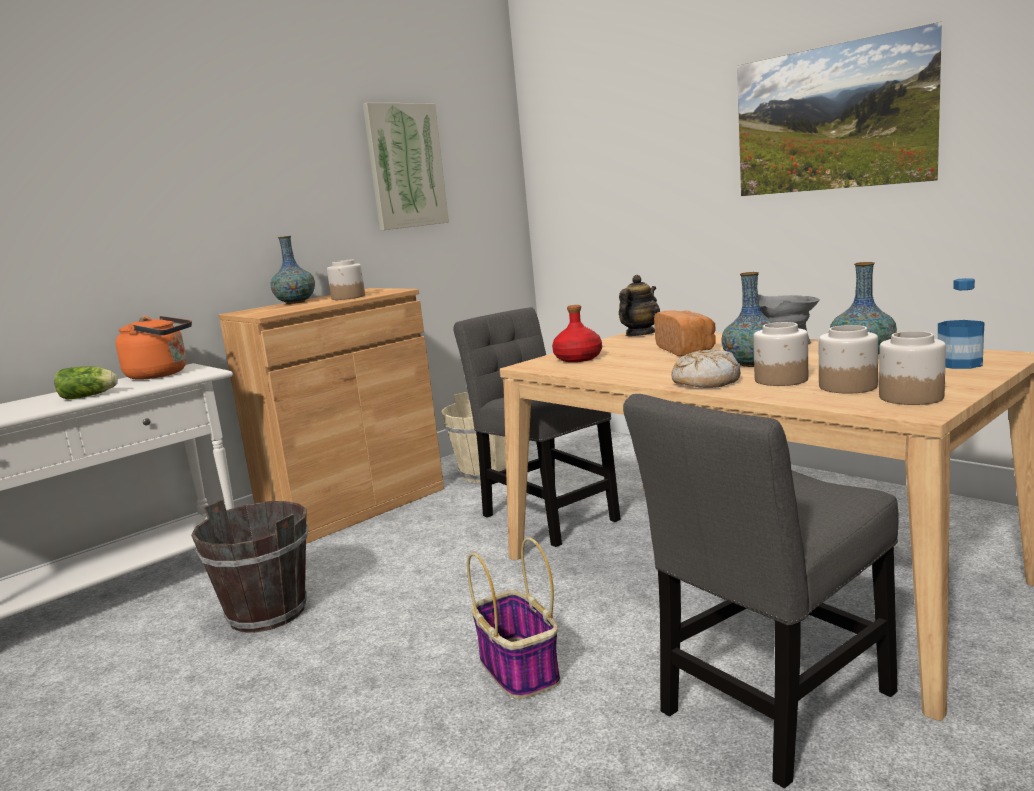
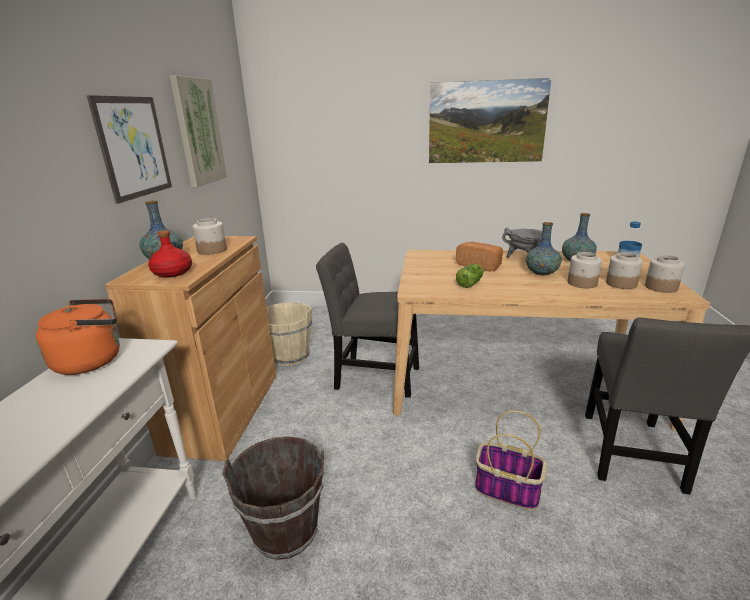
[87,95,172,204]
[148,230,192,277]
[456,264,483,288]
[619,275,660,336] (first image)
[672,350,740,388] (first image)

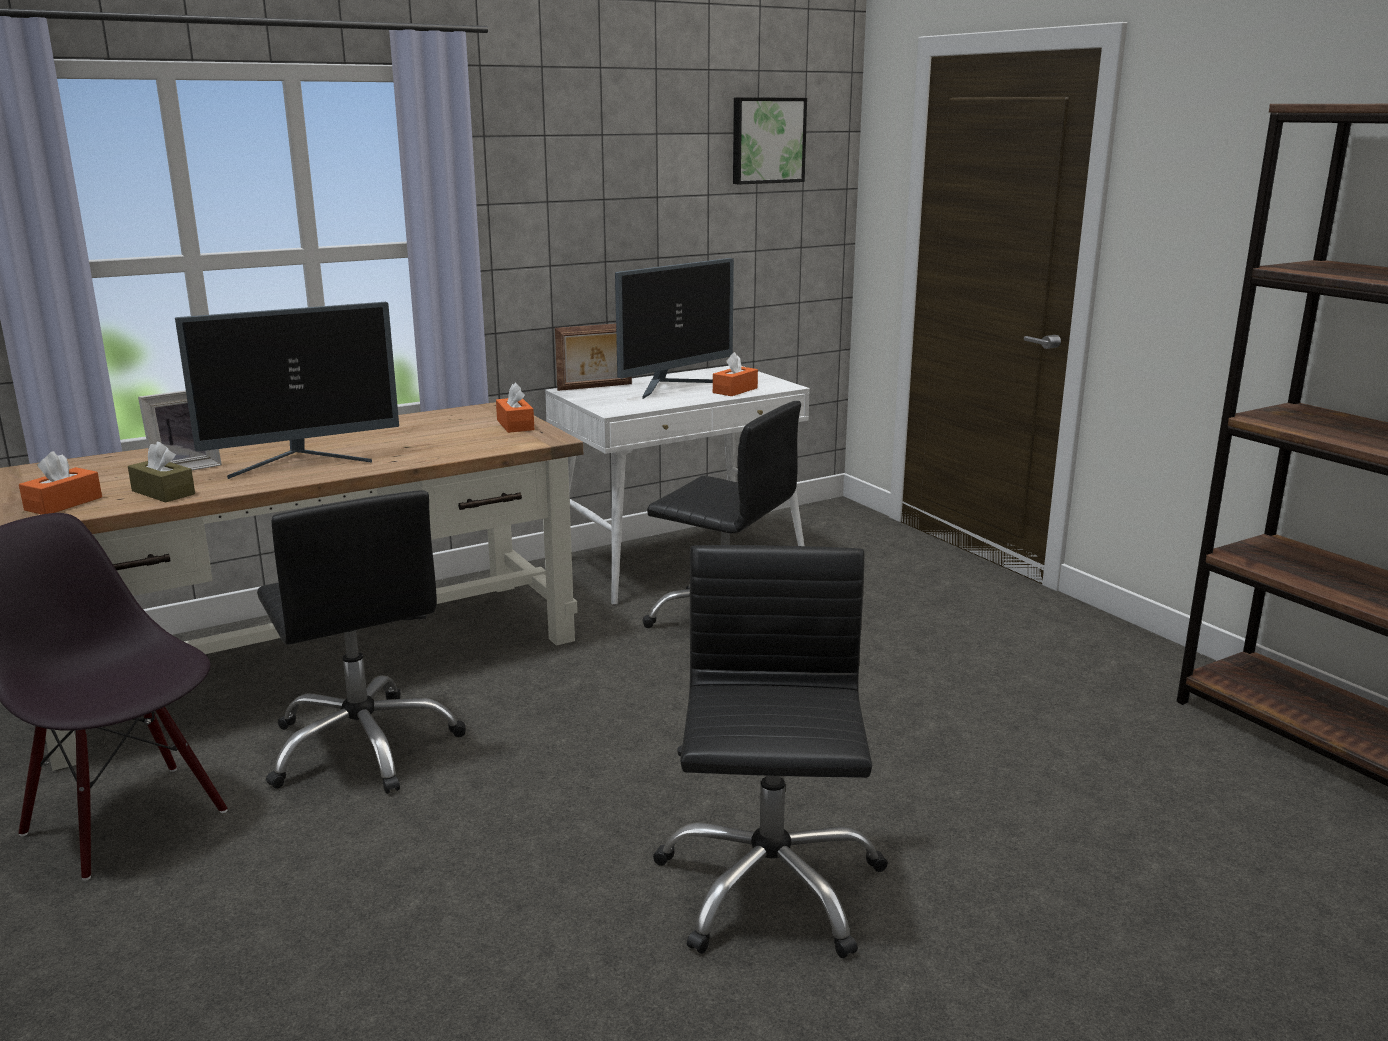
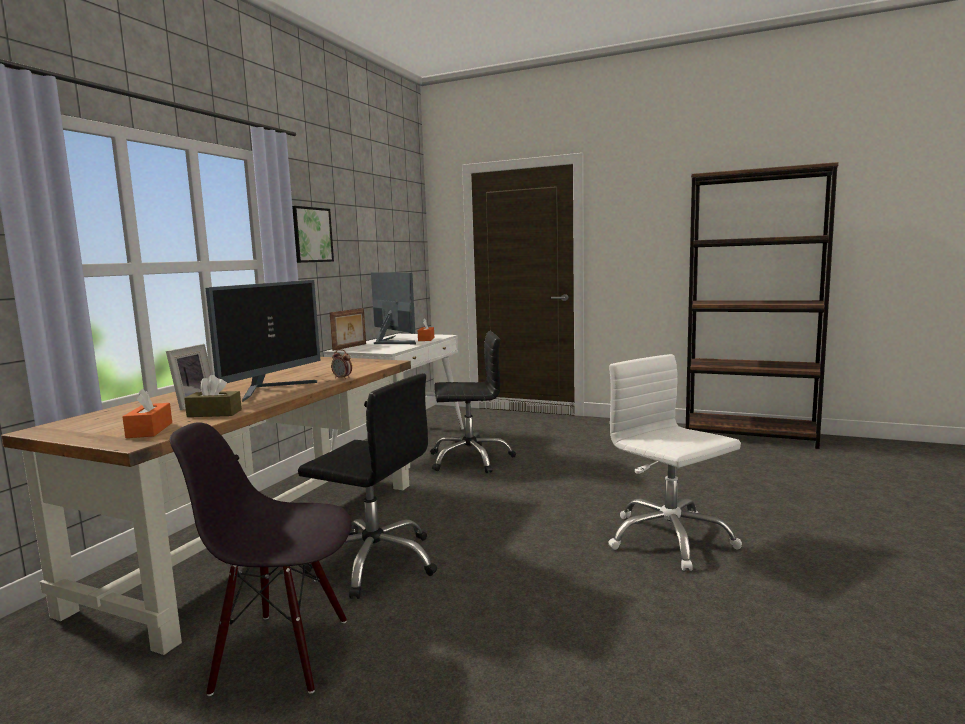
[292,206,334,263]
[331,349,352,379]
[371,272,416,344]
[608,354,742,571]
[496,383,534,433] (first image)

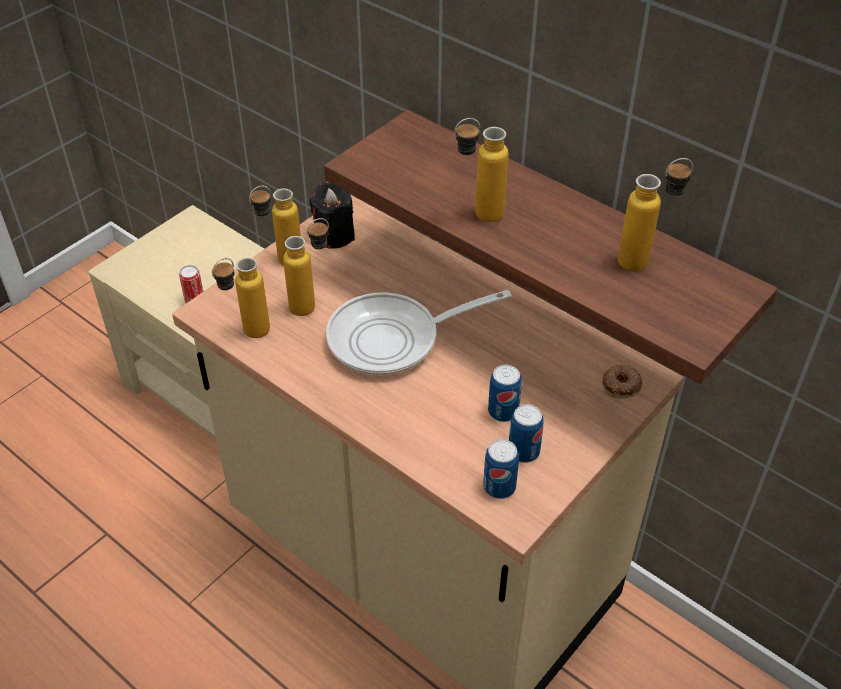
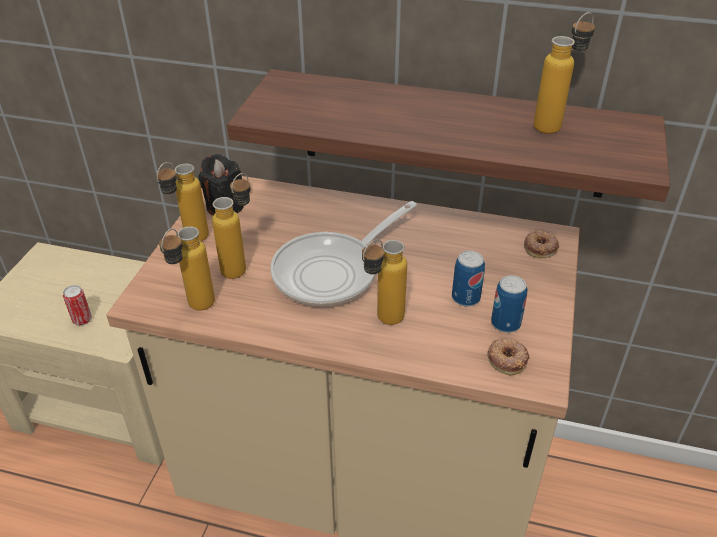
[362,239,407,325]
[487,338,530,375]

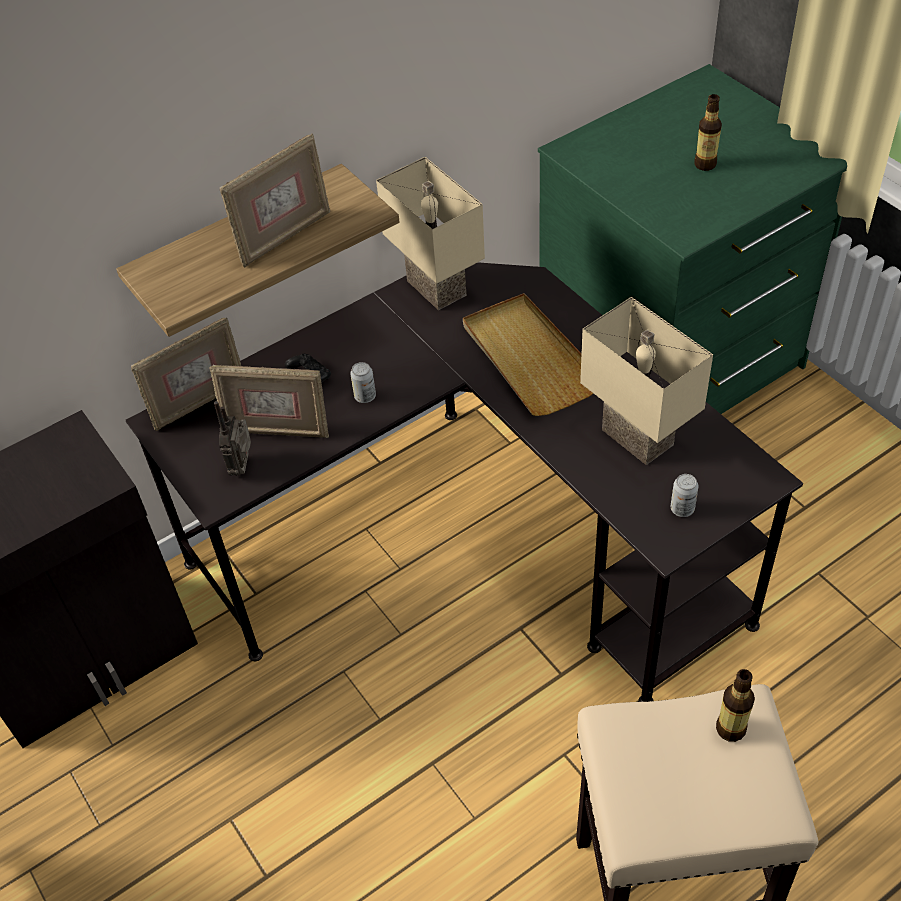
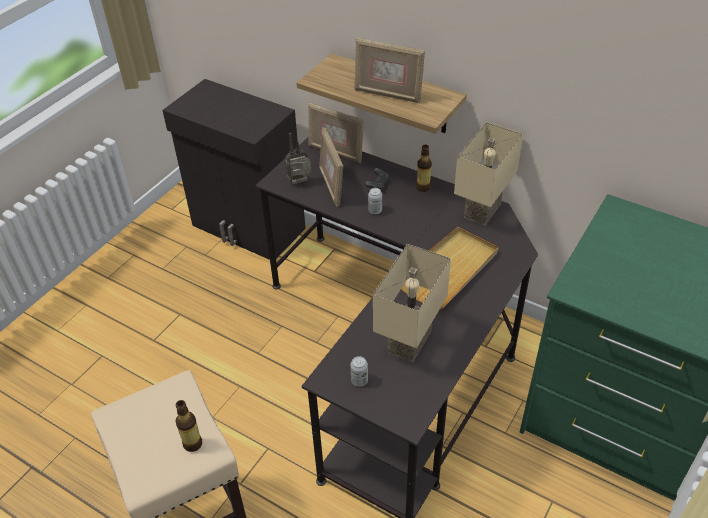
[416,145,432,192]

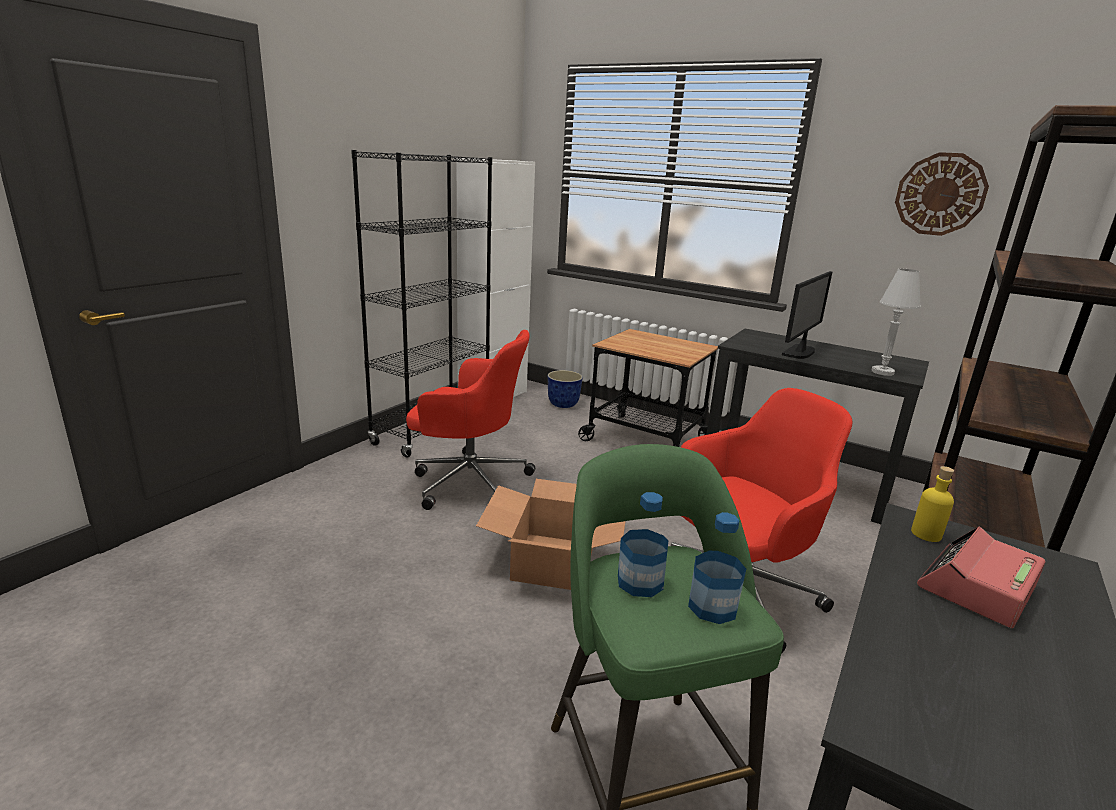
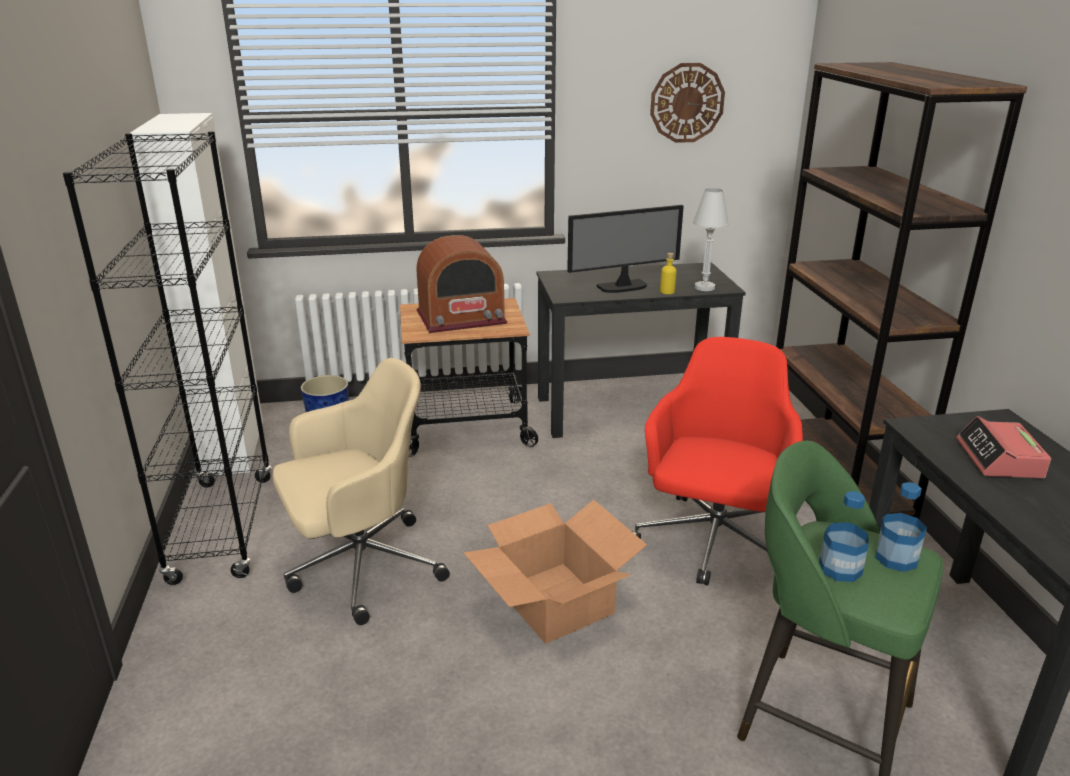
[272,358,450,625]
[416,235,507,333]
[567,205,684,293]
[660,253,677,294]

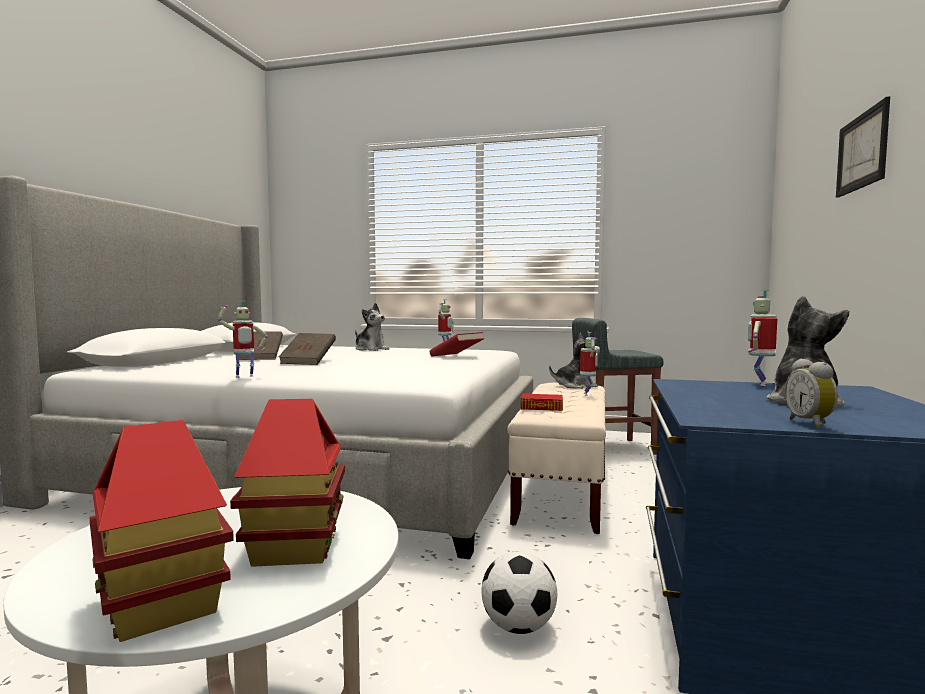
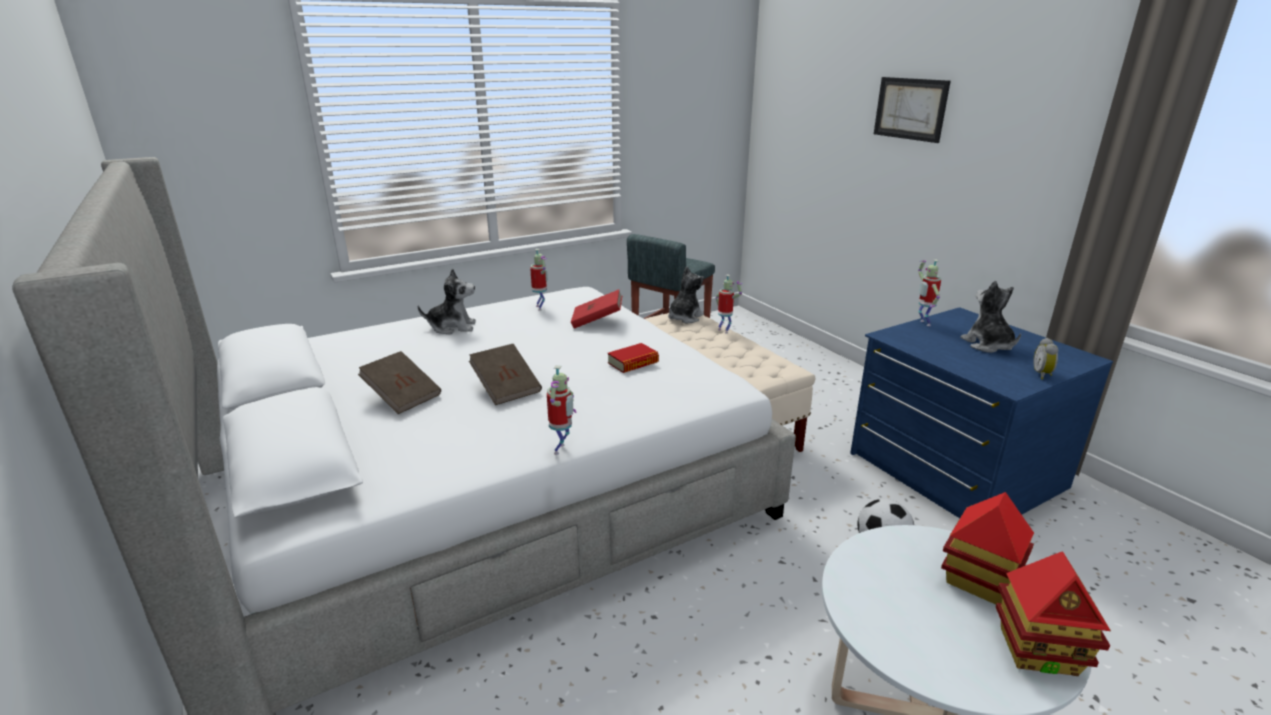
[608,343,659,373]
[1033,338,1058,379]

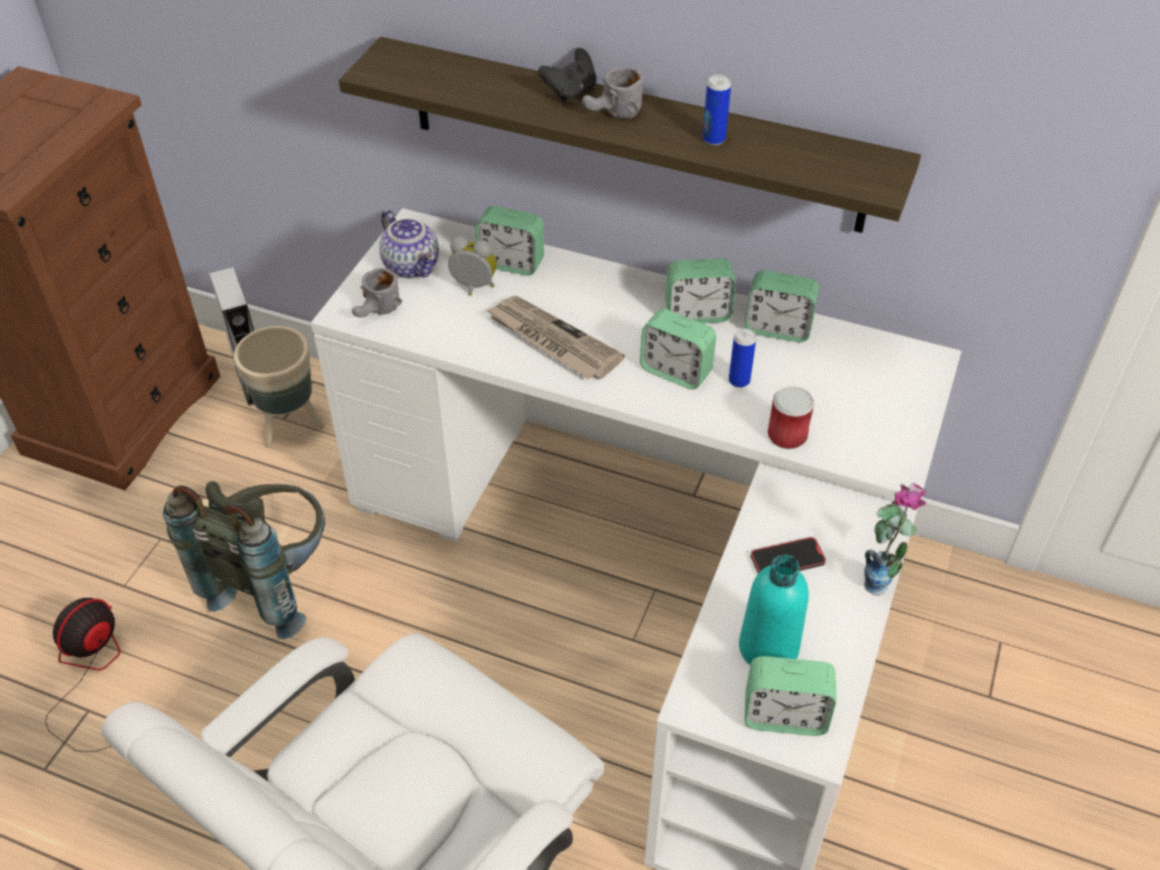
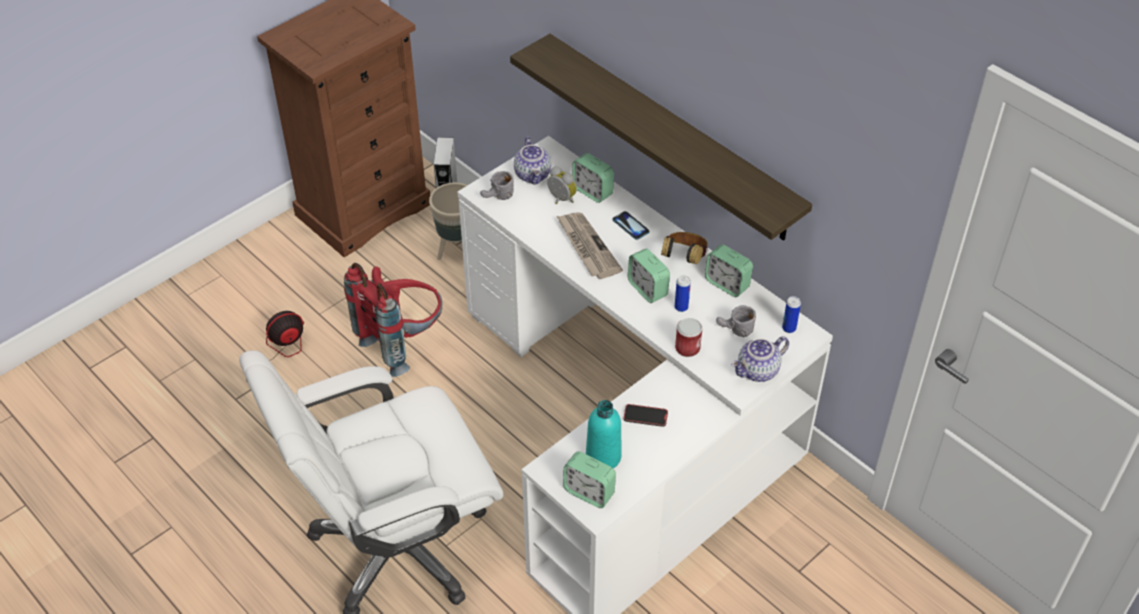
[344,263,442,377]
[613,211,650,240]
[661,232,708,264]
[716,305,756,337]
[731,336,789,382]
[782,296,801,333]
[538,48,596,102] (first image)
[864,483,926,596] (first image)

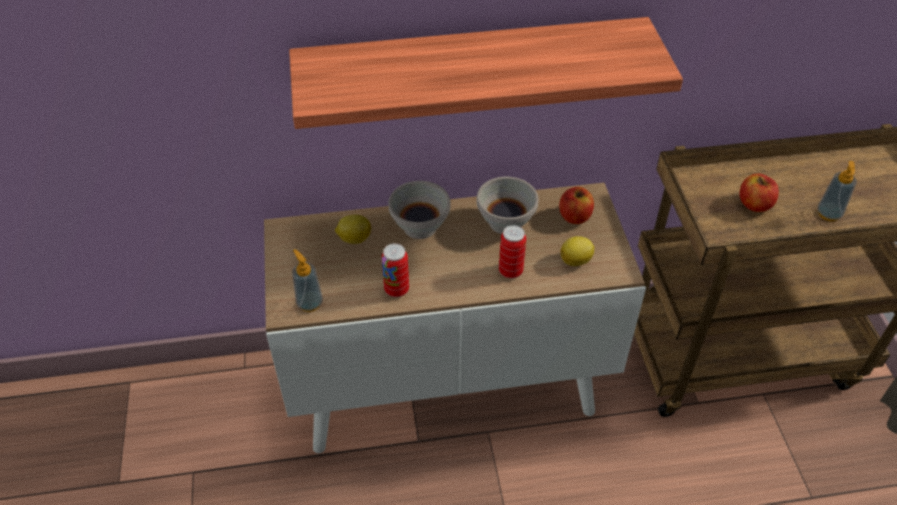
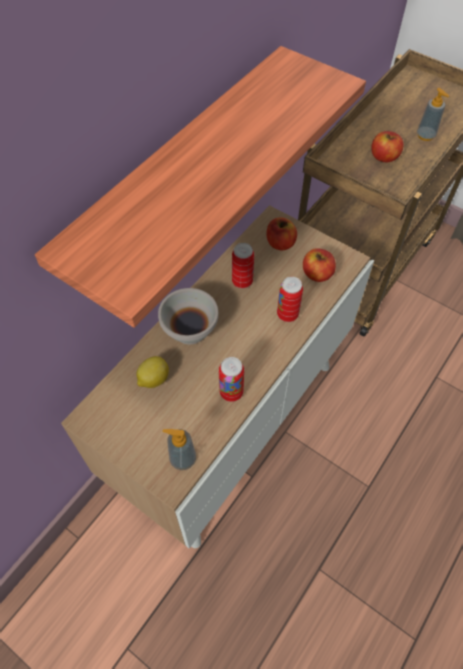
[232,243,254,288]
[303,248,336,282]

